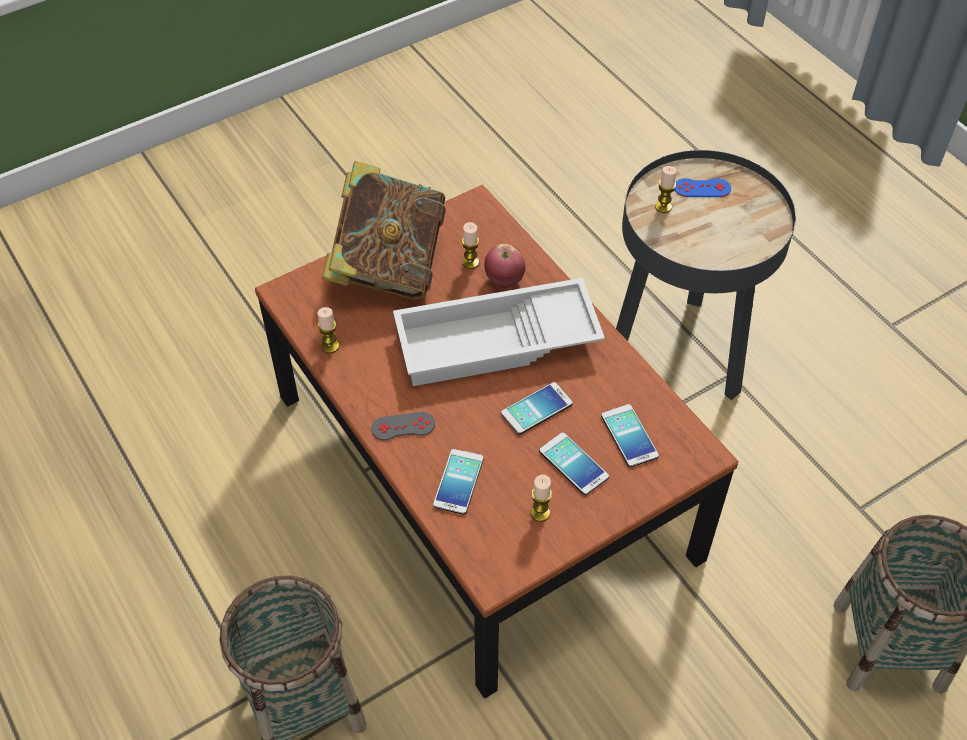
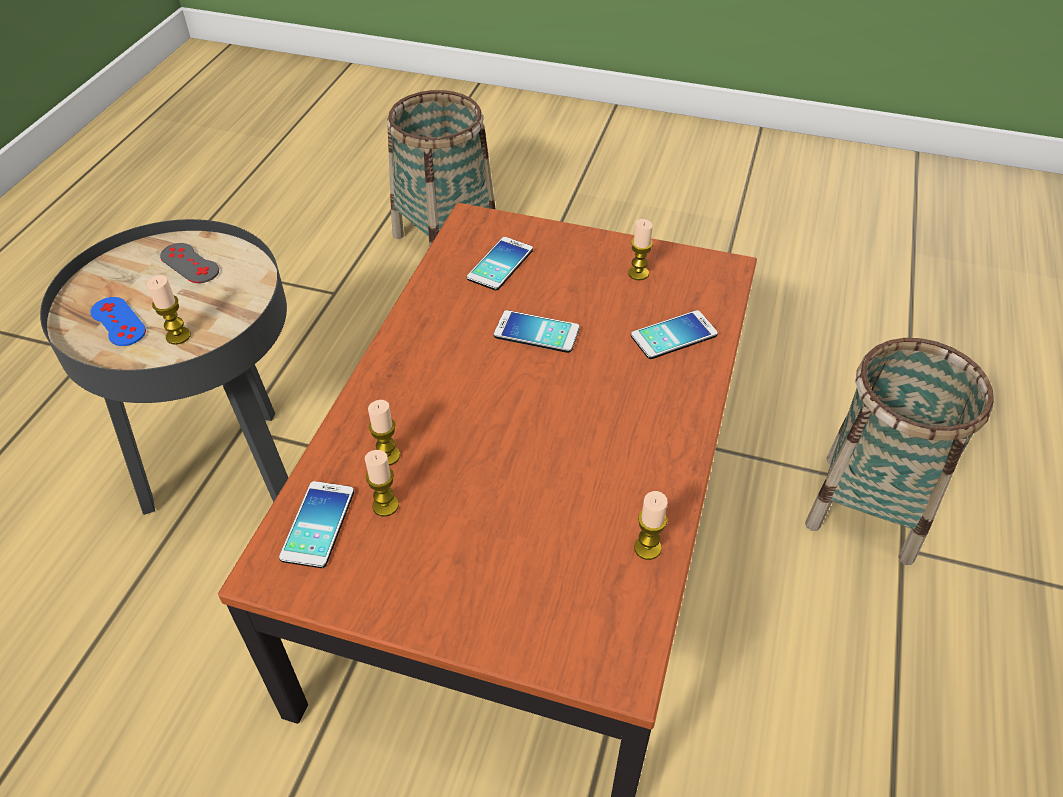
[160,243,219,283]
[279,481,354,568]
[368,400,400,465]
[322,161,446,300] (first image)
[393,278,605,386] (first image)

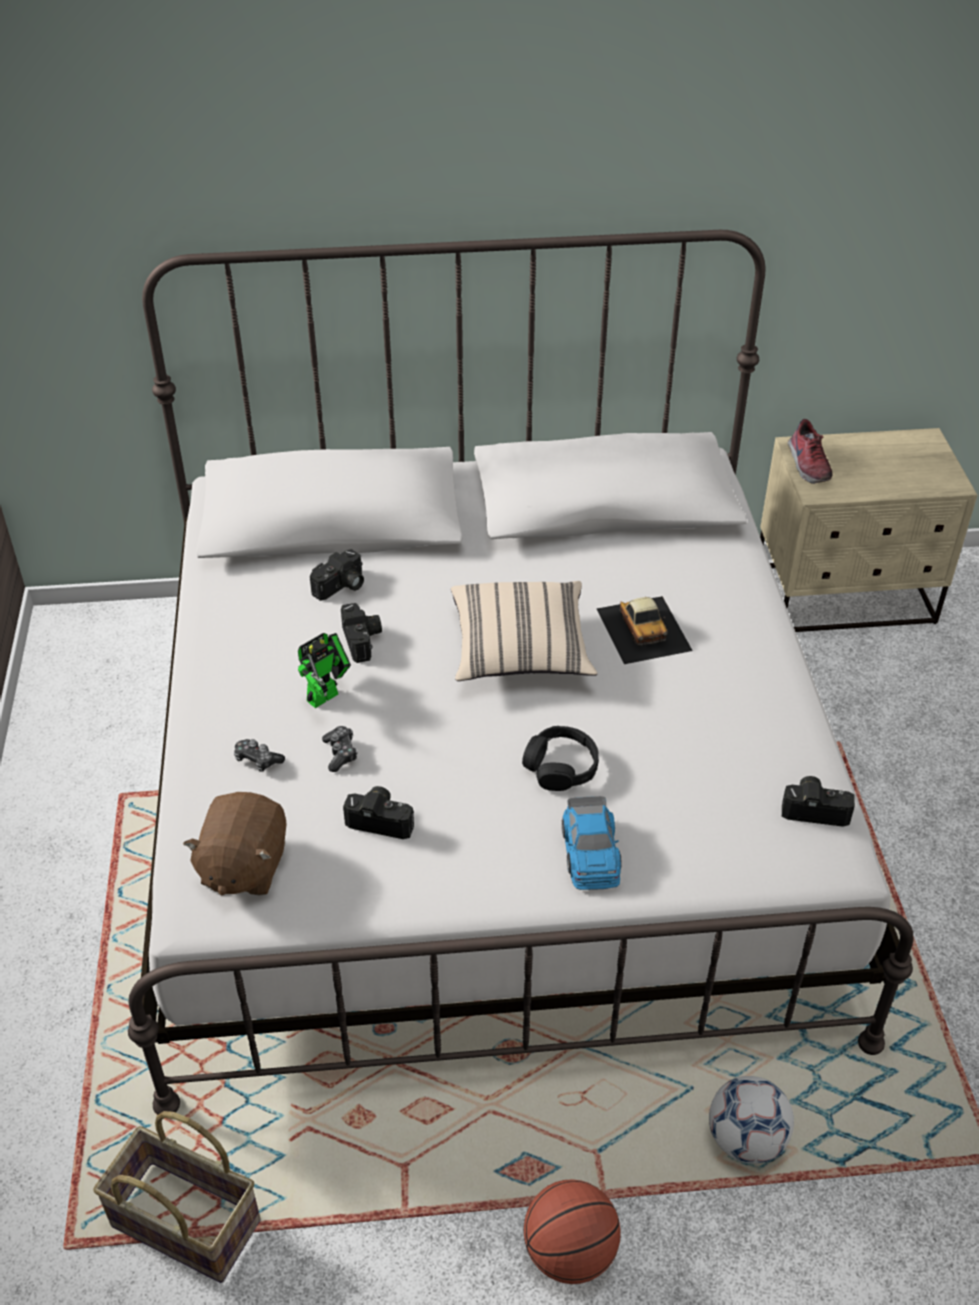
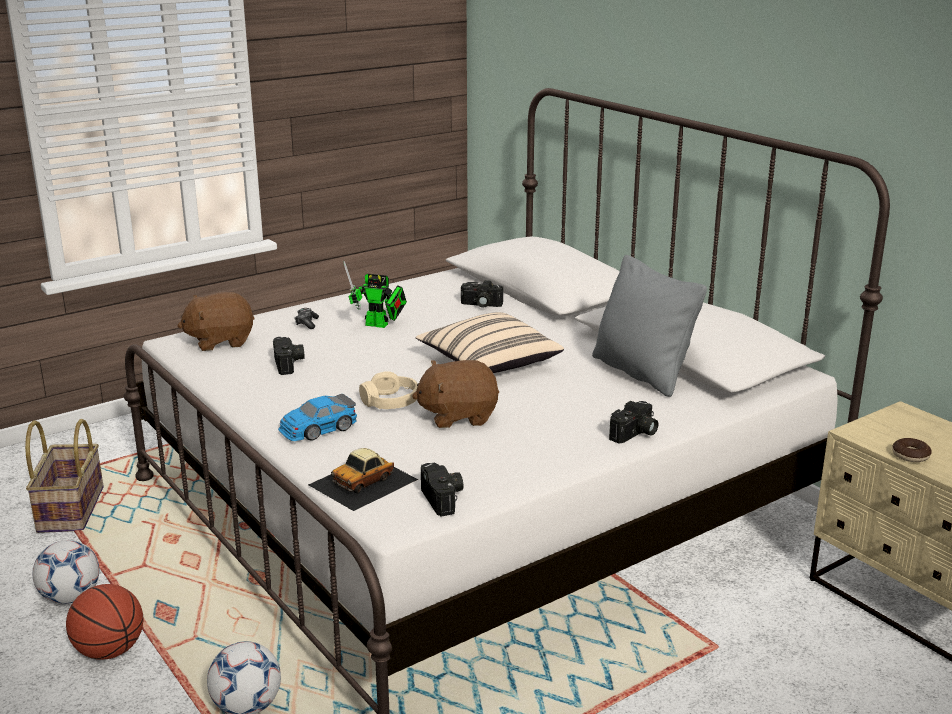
[32,540,99,604]
[308,448,418,511]
[359,371,418,409]
[412,360,499,428]
[592,255,707,397]
[609,401,659,444]
[892,438,932,462]
[322,726,357,772] (first image)
[787,419,833,484] (first image)

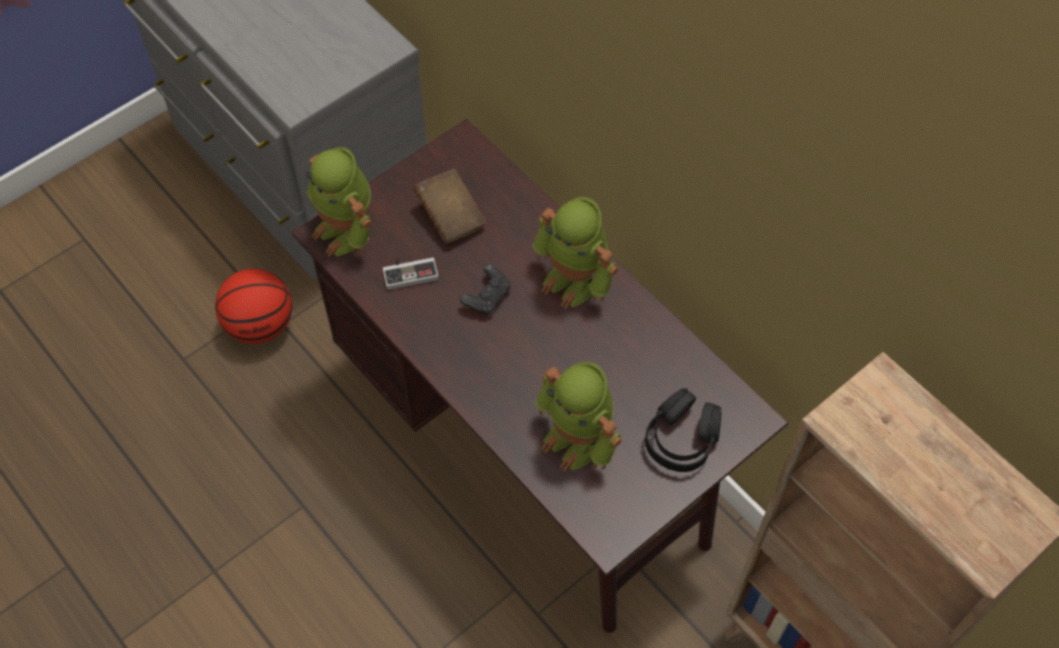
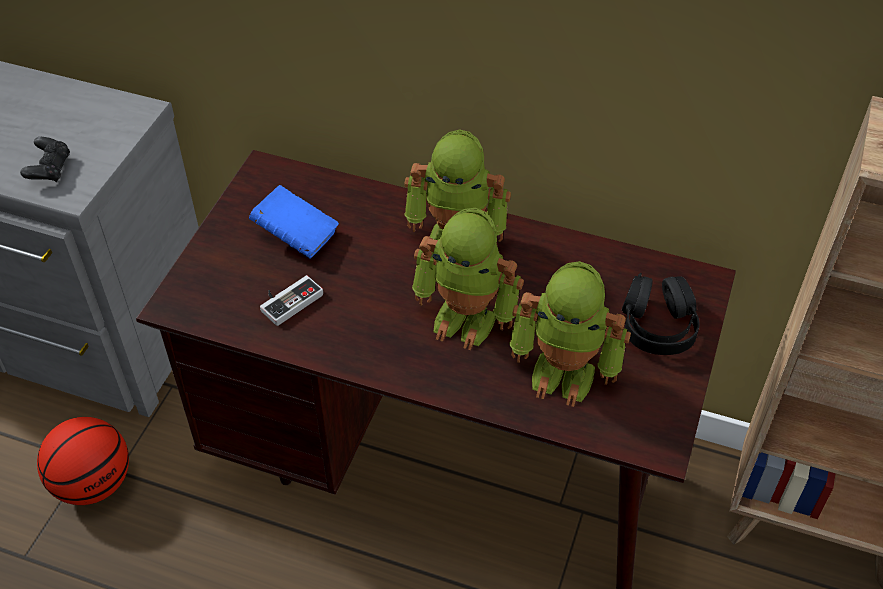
[20,137,70,182]
[249,185,339,258]
[412,208,524,350]

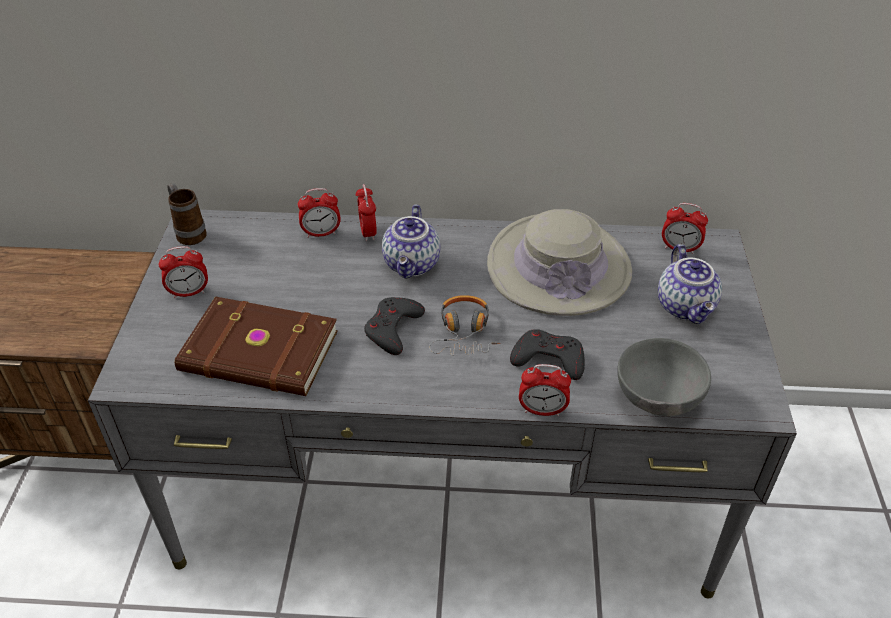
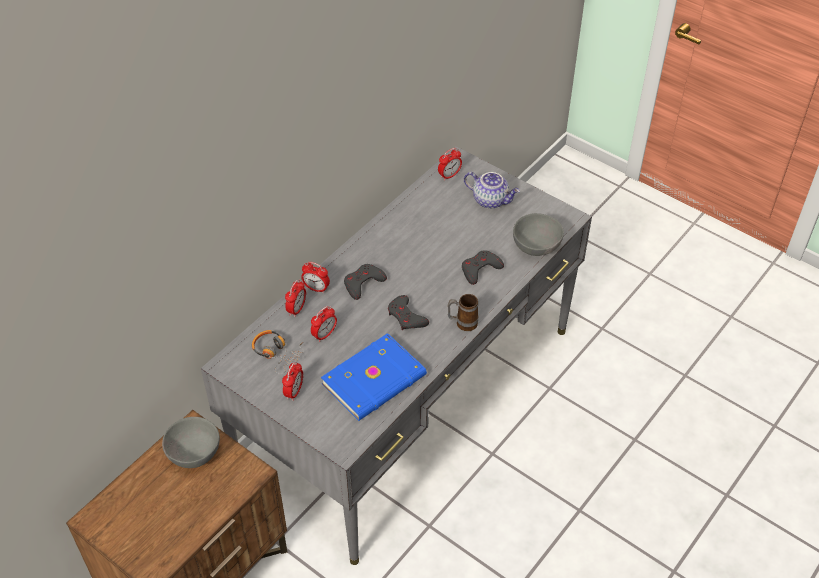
[162,417,220,468]
[252,330,304,374]
[311,306,337,342]
[321,333,427,421]
[344,264,387,300]
[448,294,478,331]
[487,209,632,316] (first image)

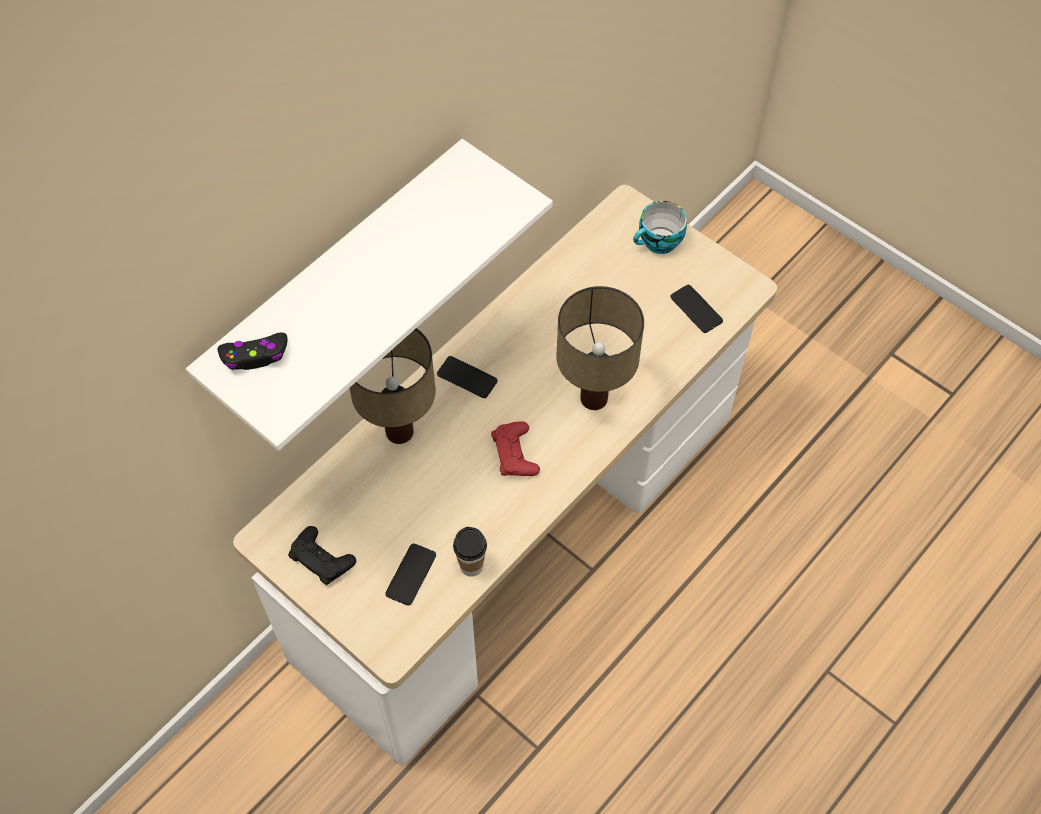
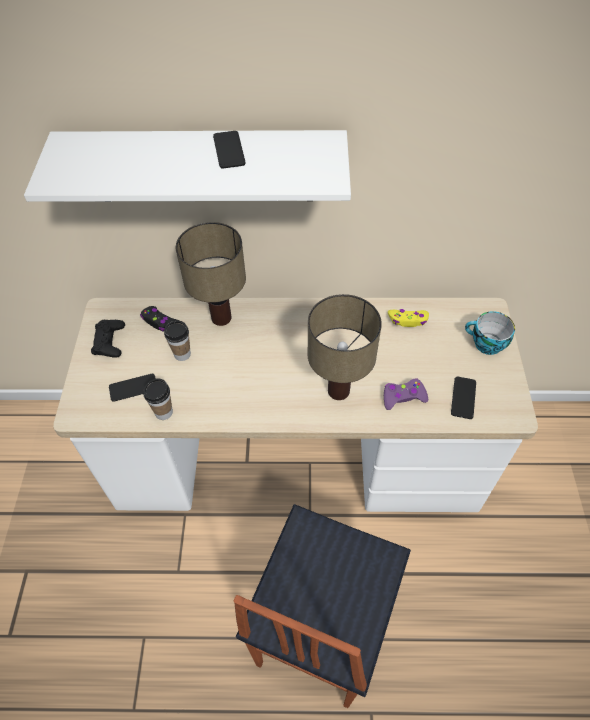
[140,306,179,332]
[164,321,191,361]
[213,131,246,168]
[233,504,411,708]
[384,378,428,410]
[388,309,429,327]
[491,421,540,476] (first image)

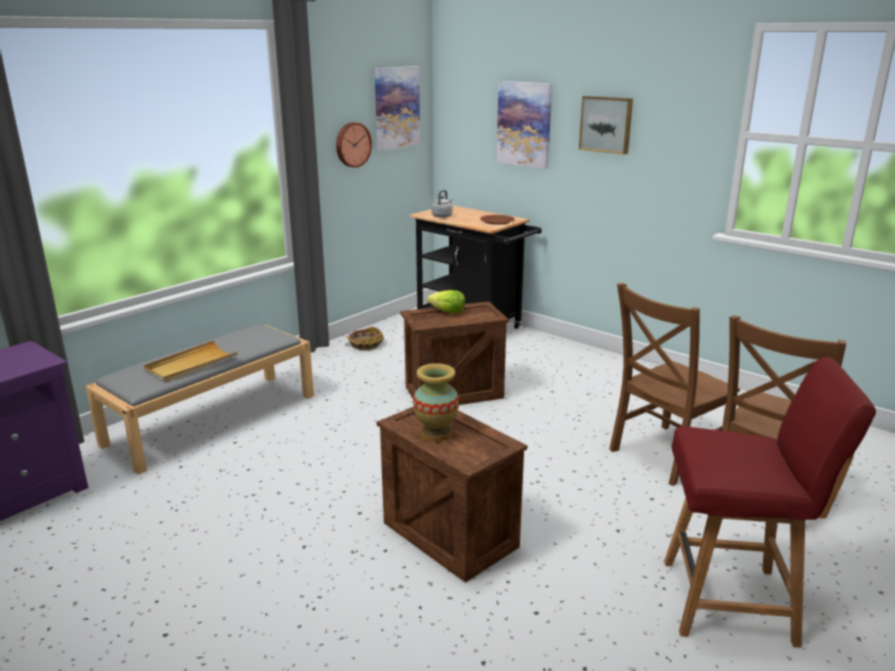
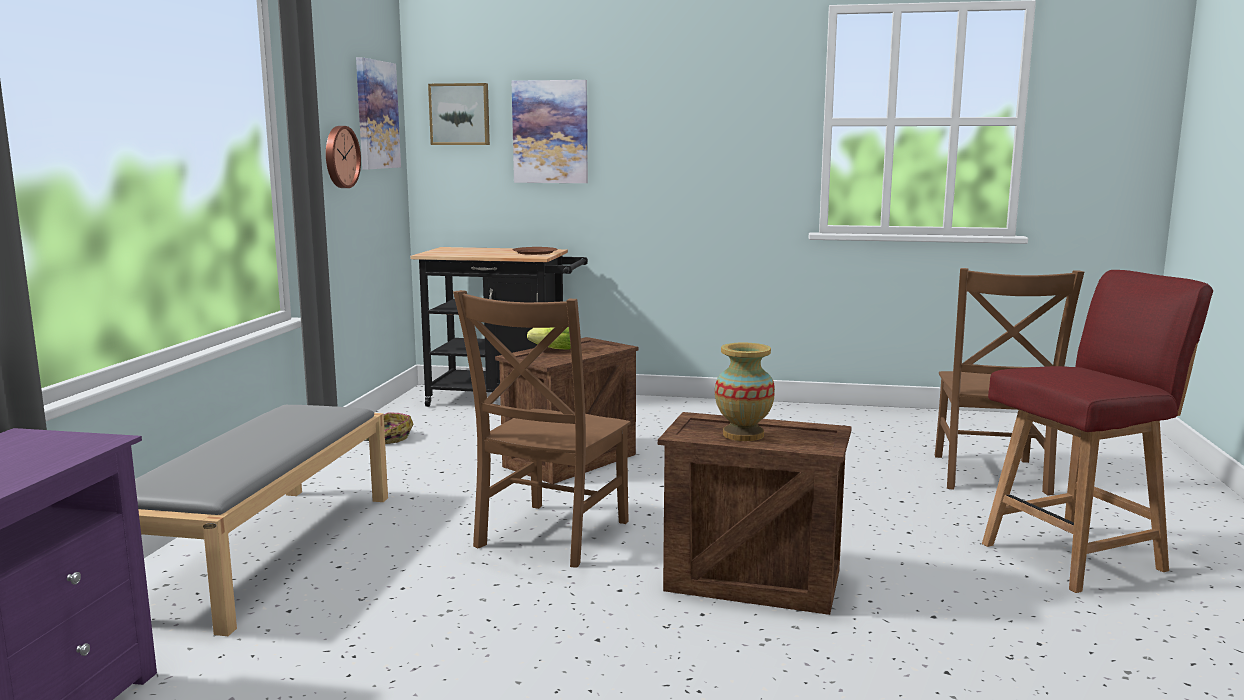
[428,83,490,145]
[453,290,630,567]
[144,341,238,383] (first image)
[431,190,452,218] (first image)

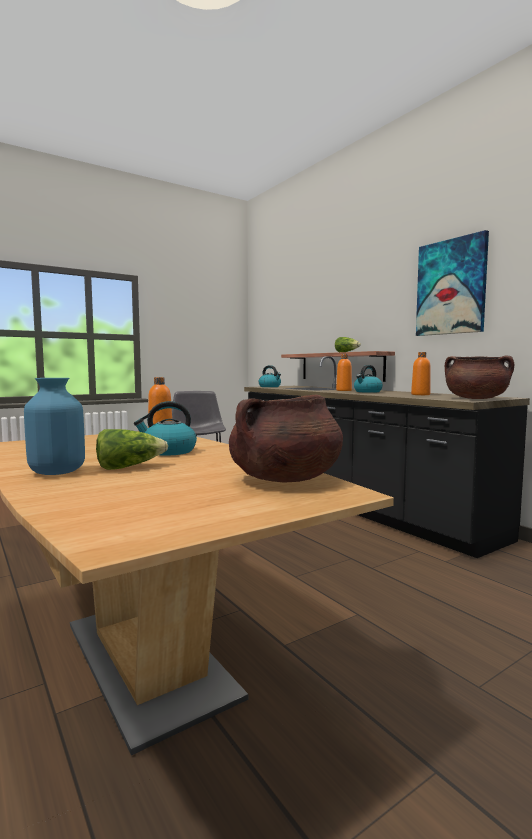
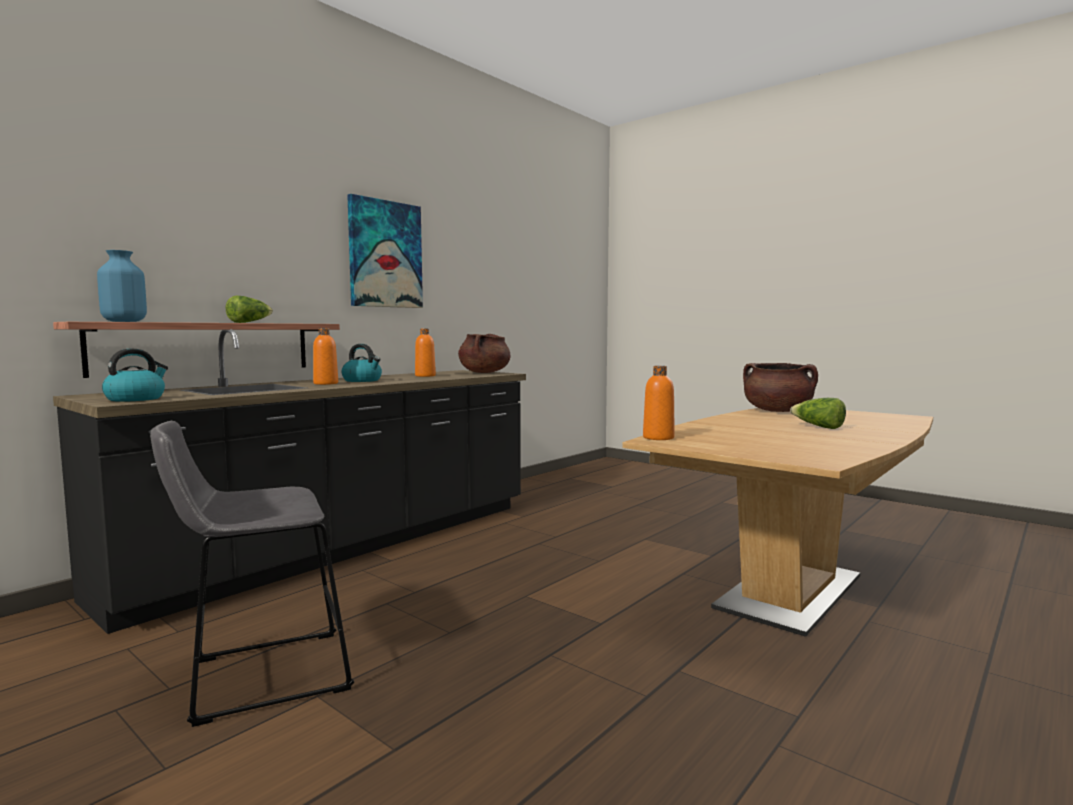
[97,250,147,322]
[134,401,197,456] (first image)

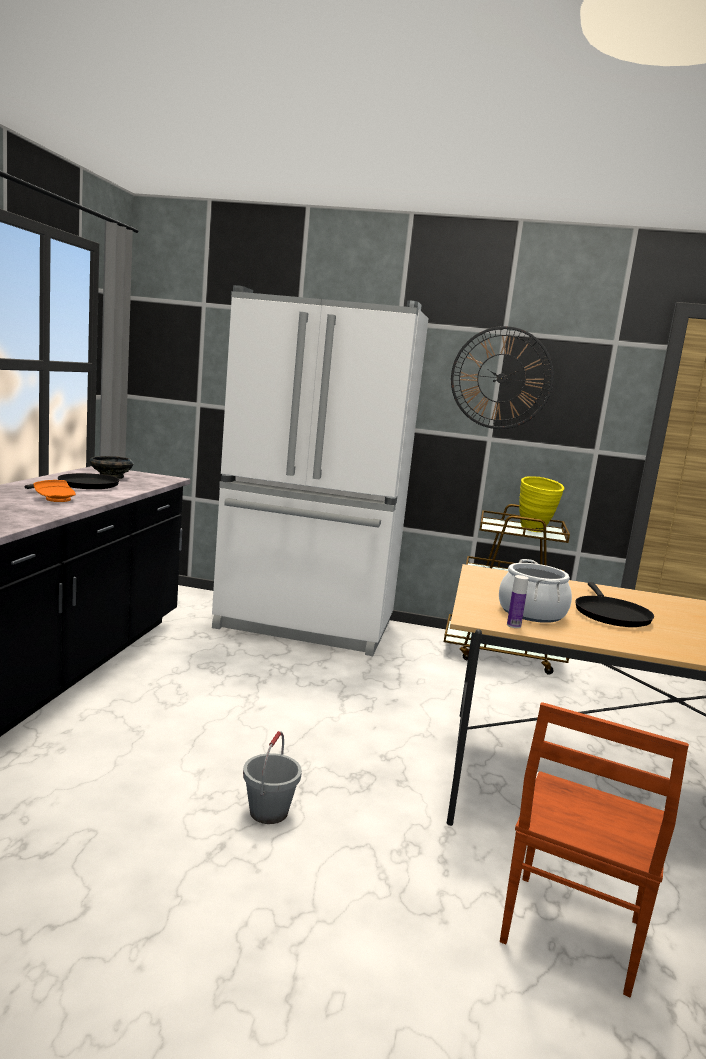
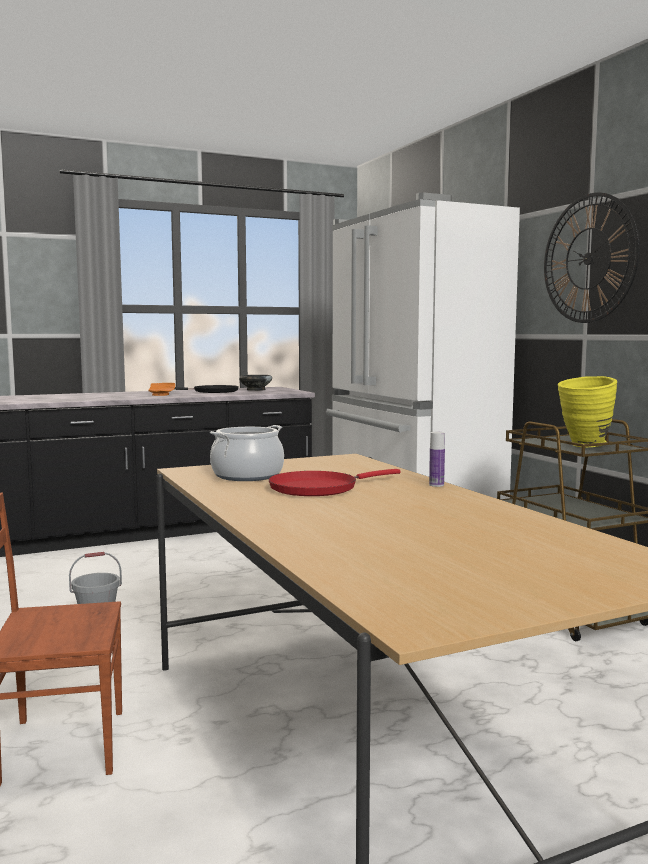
[268,469,401,496]
[429,432,445,487]

